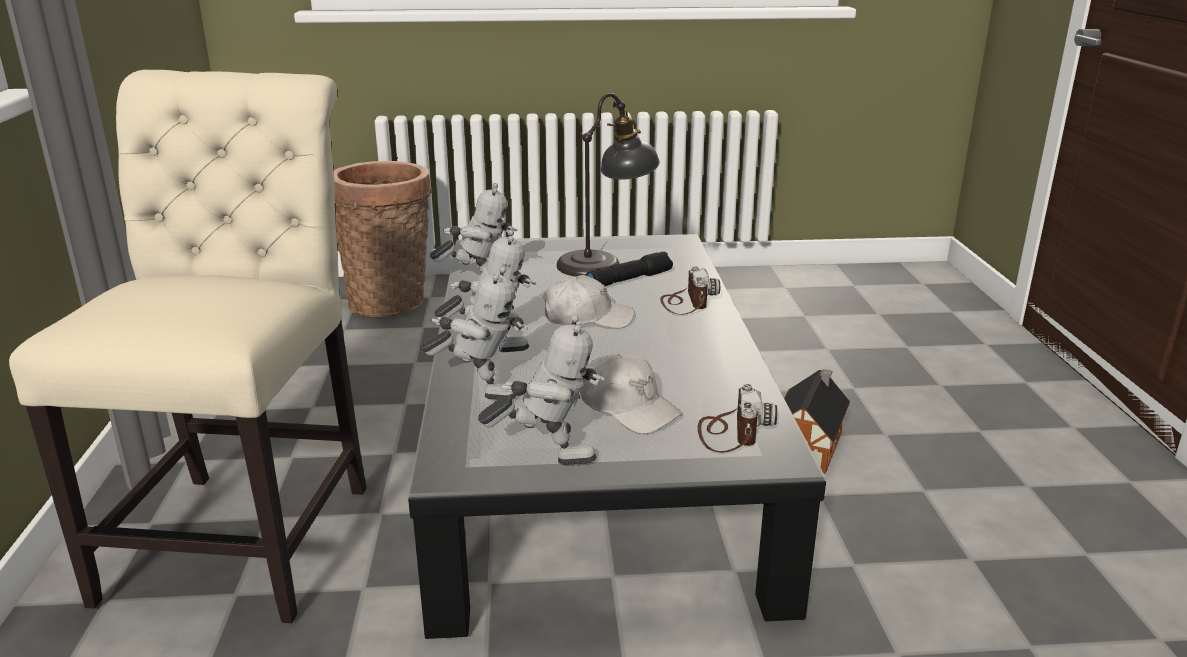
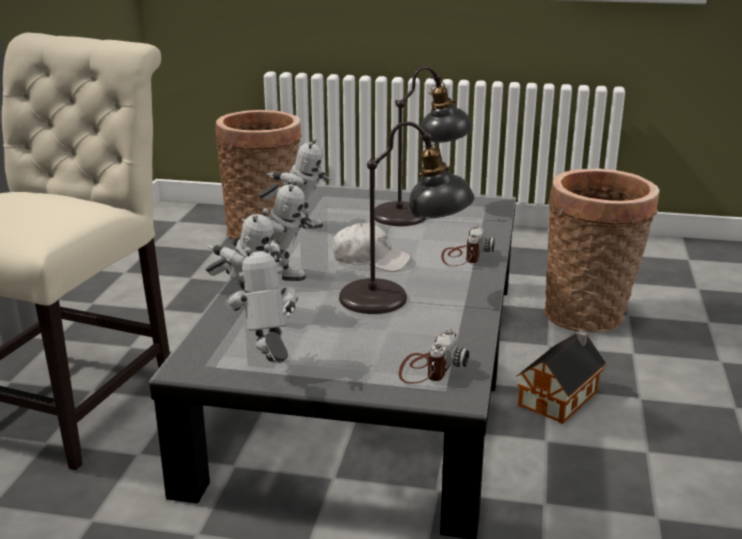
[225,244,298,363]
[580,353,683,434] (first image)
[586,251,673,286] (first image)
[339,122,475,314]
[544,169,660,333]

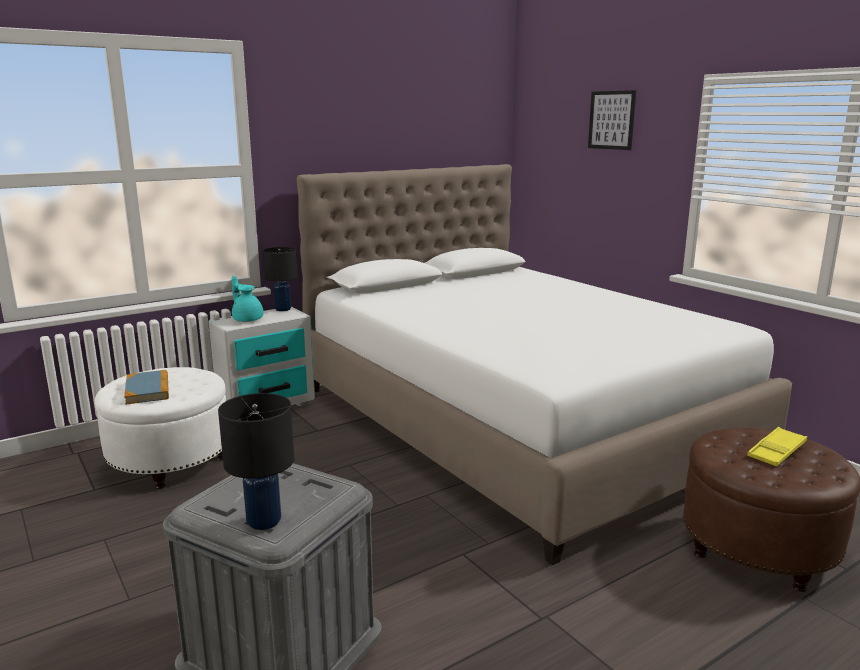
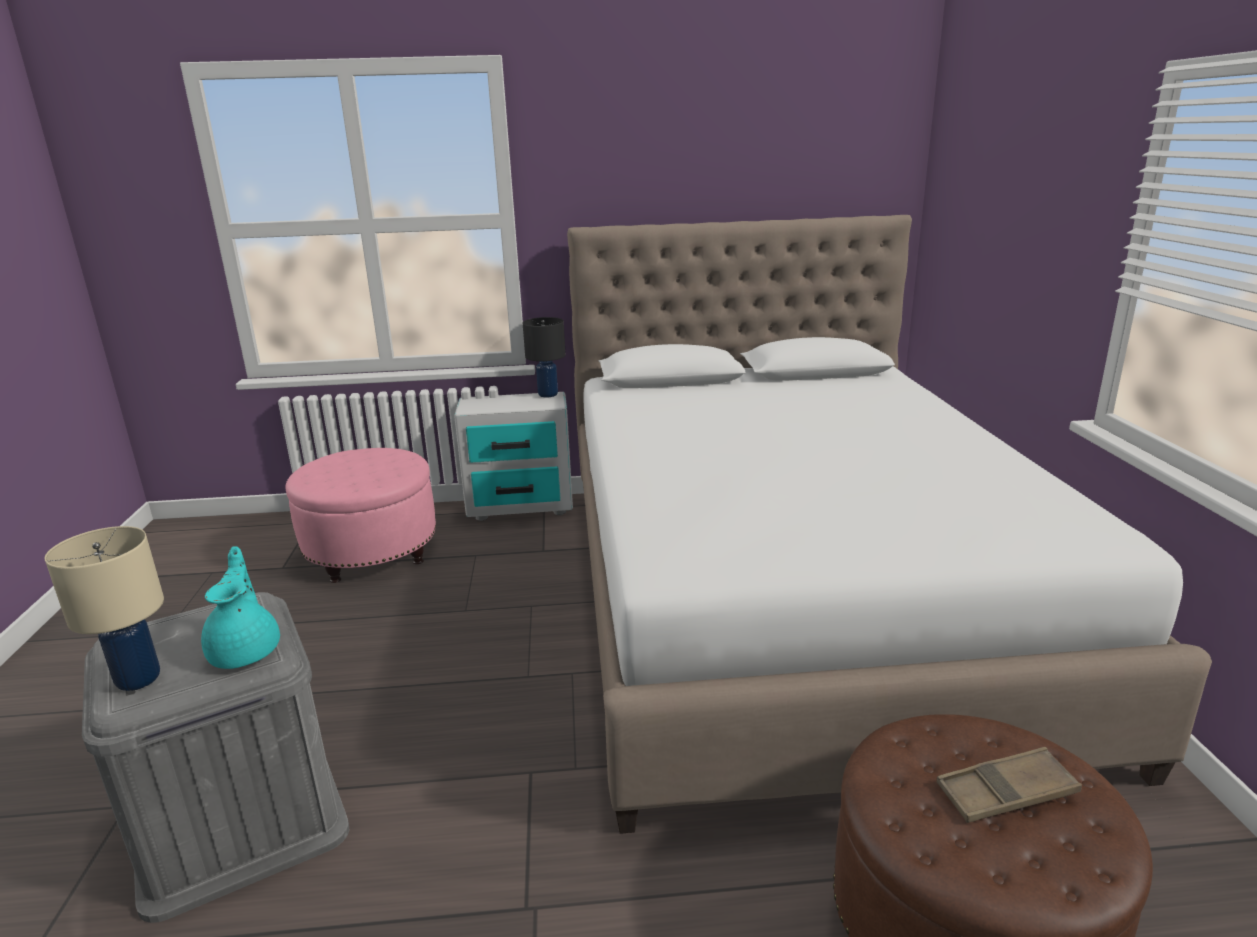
[286,448,436,583]
[124,370,169,405] (first image)
[44,526,164,691]
[201,546,280,669]
[588,90,636,150] (first image)
[936,747,1082,823]

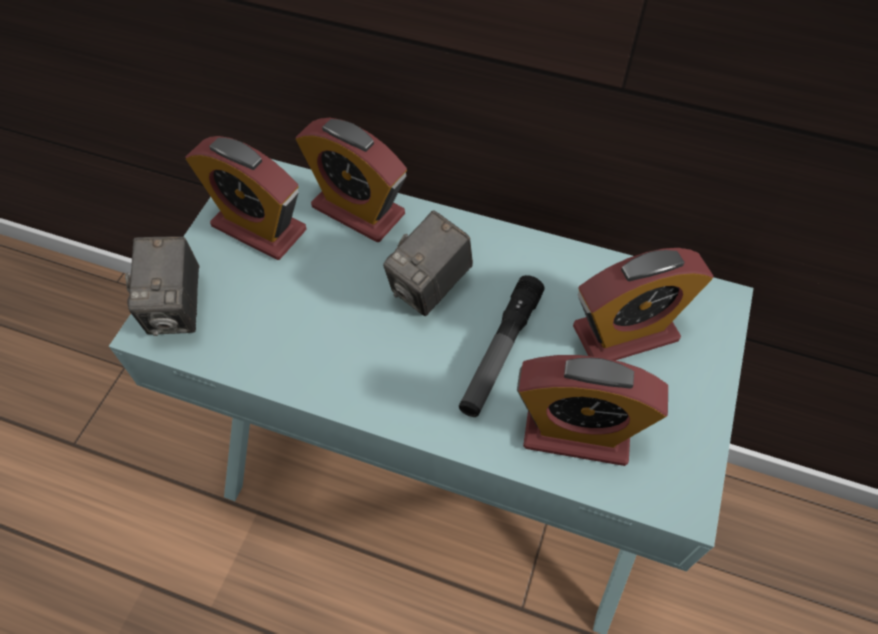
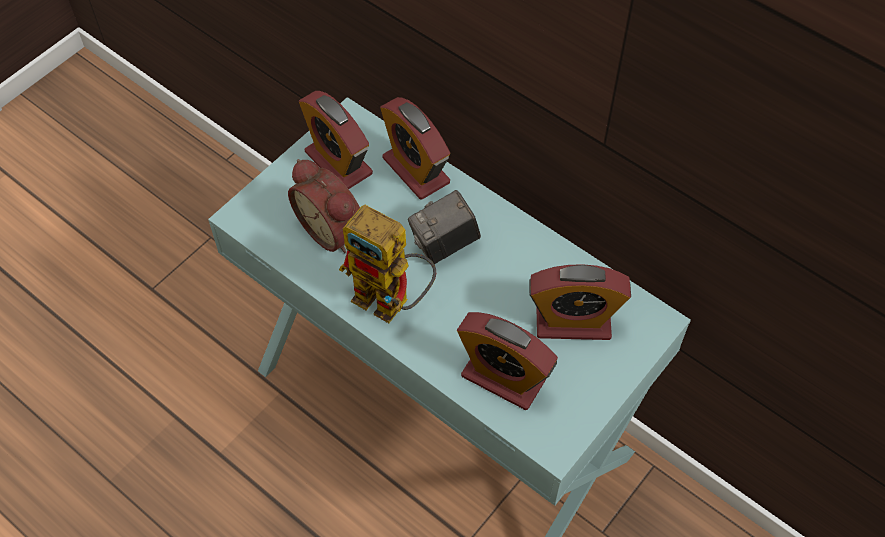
[125,236,199,336] (first image)
[459,275,545,417] (first image)
[288,159,360,253]
[339,205,436,323]

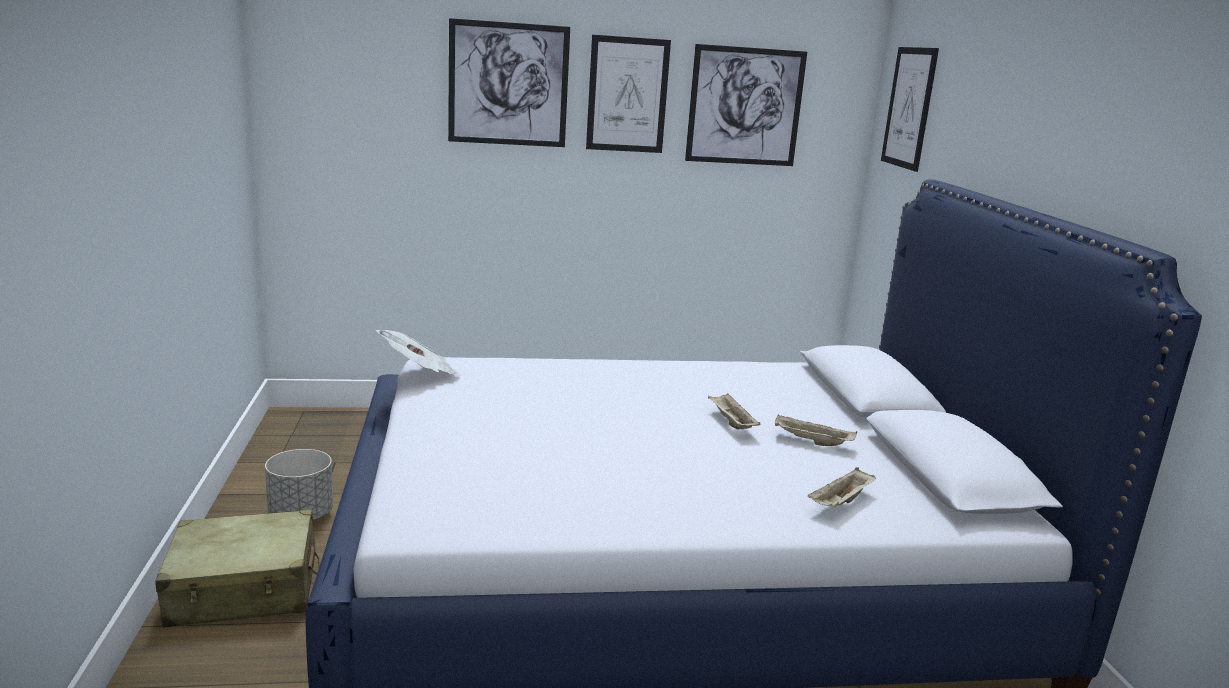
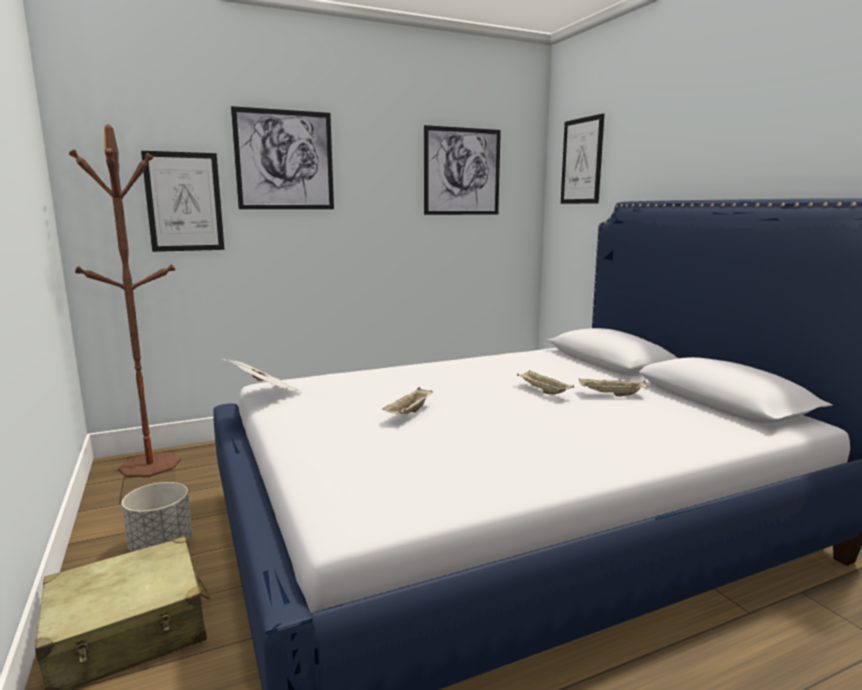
[141,151,224,252]
[382,387,433,414]
[69,124,181,477]

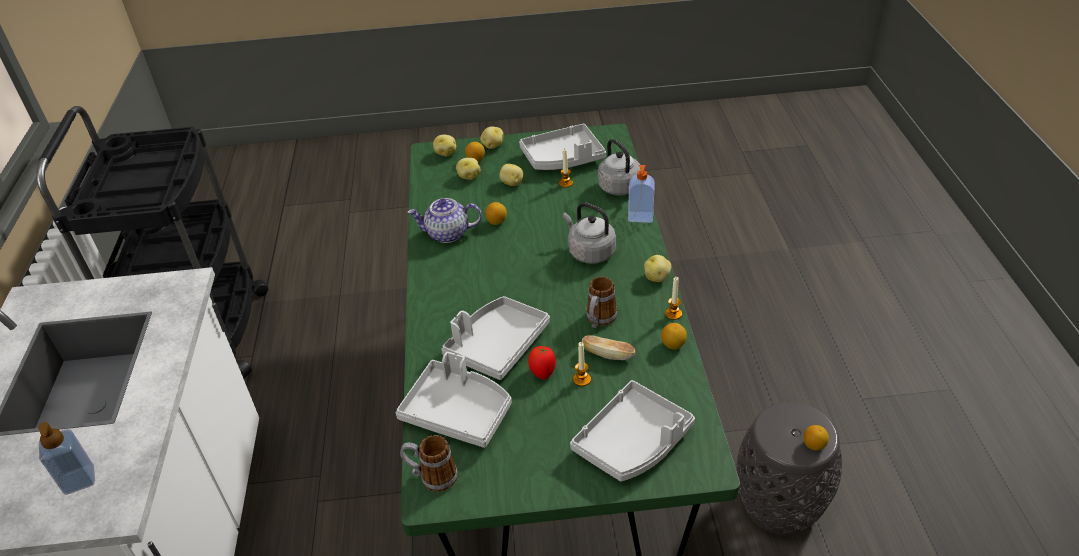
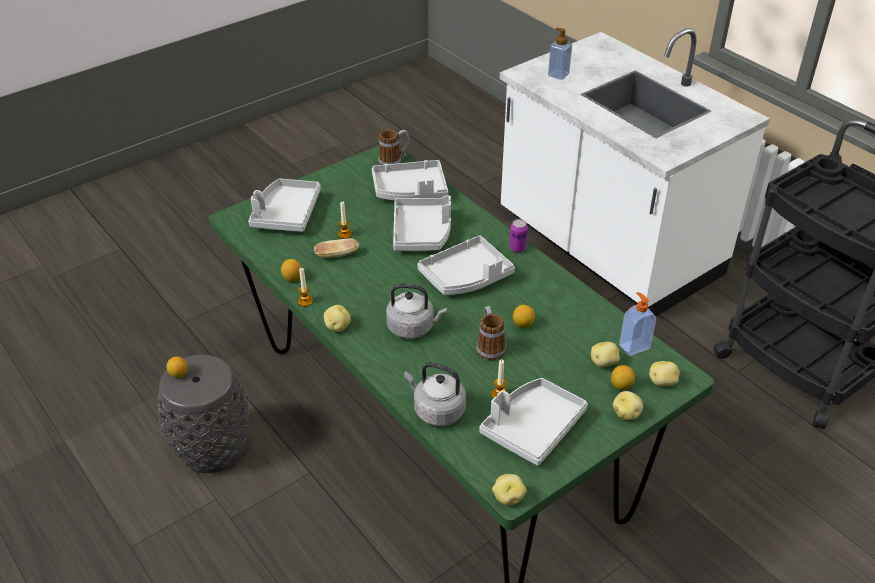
[407,198,482,243] (first image)
[492,474,526,505]
[528,345,556,380] (first image)
[476,306,506,360]
[619,292,656,356]
[417,235,515,295]
[509,219,528,252]

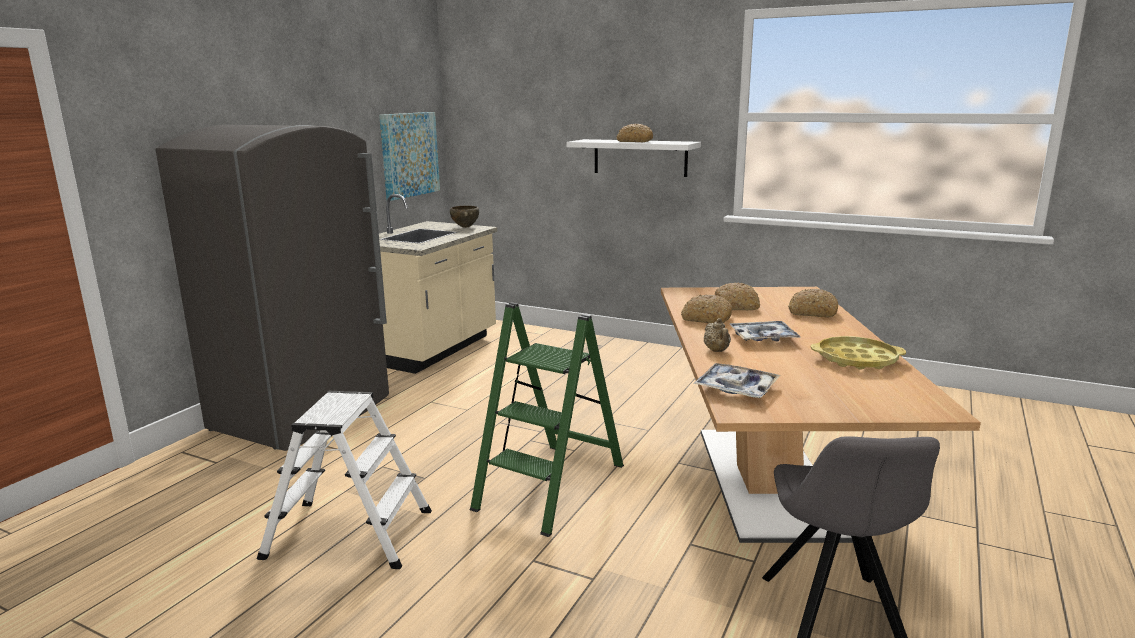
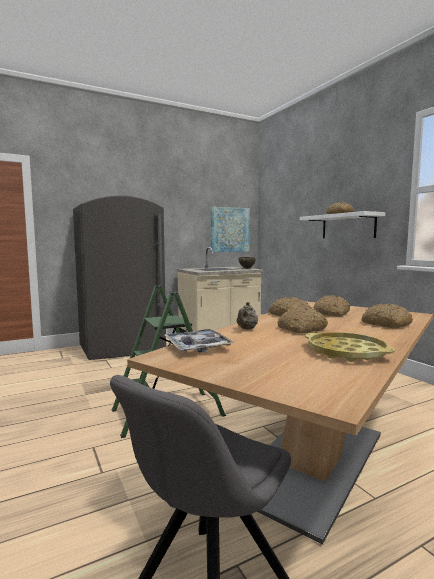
[257,391,432,569] (first image)
[277,307,328,334]

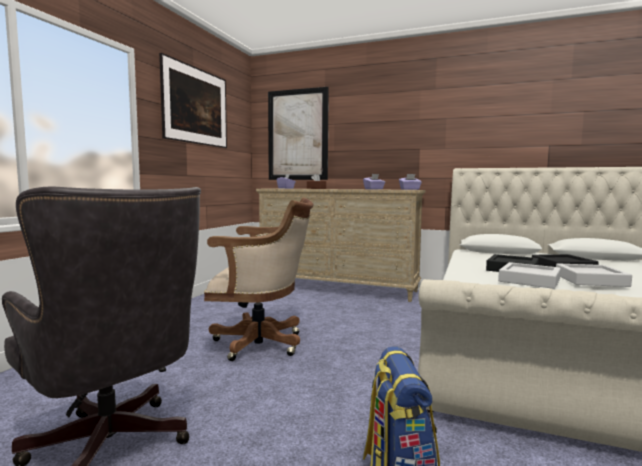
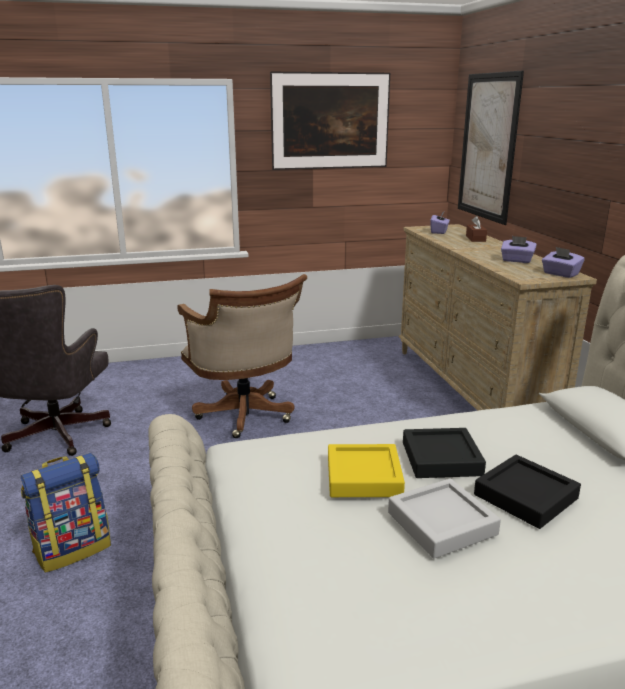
[328,444,405,497]

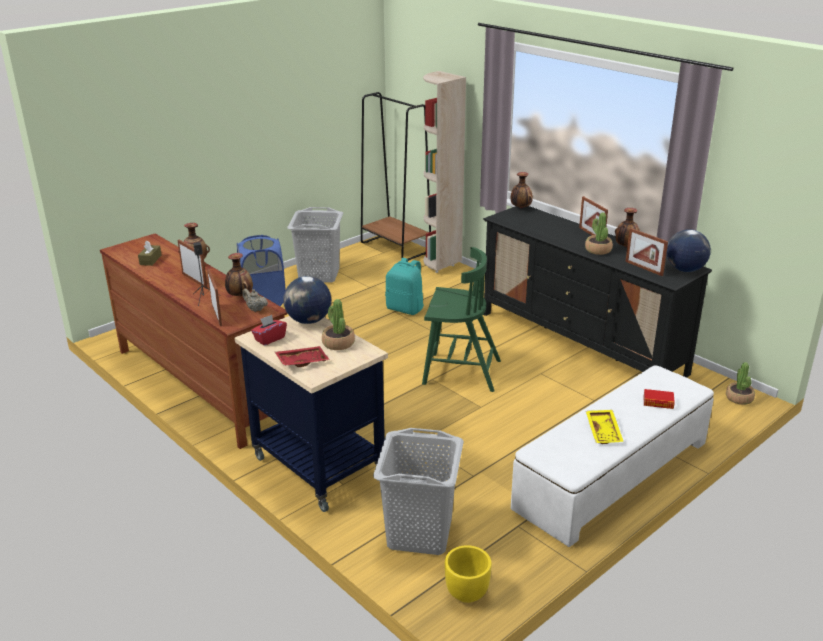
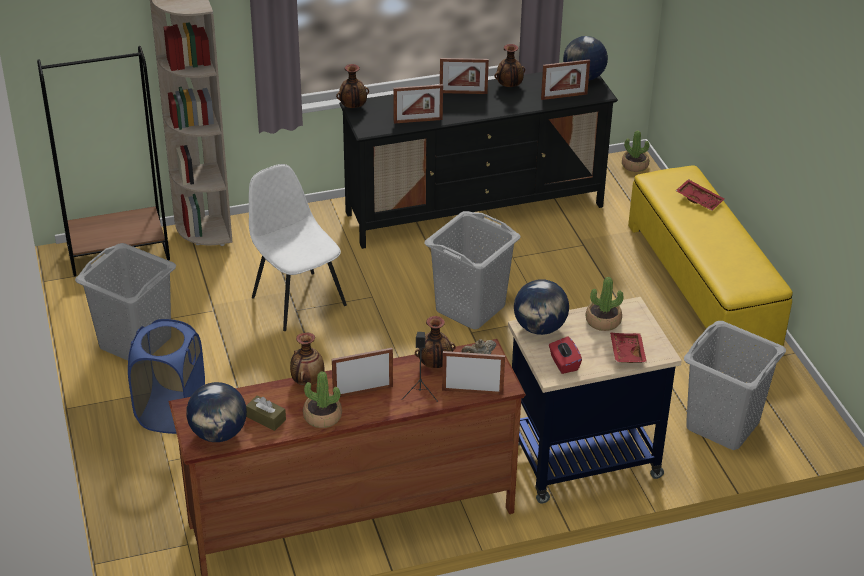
[249,164,347,331]
[424,211,521,329]
[445,545,492,603] (first image)
[628,166,793,350]
[303,371,342,428]
[586,410,624,444] (first image)
[676,179,724,211]
[186,382,247,442]
[393,84,443,124]

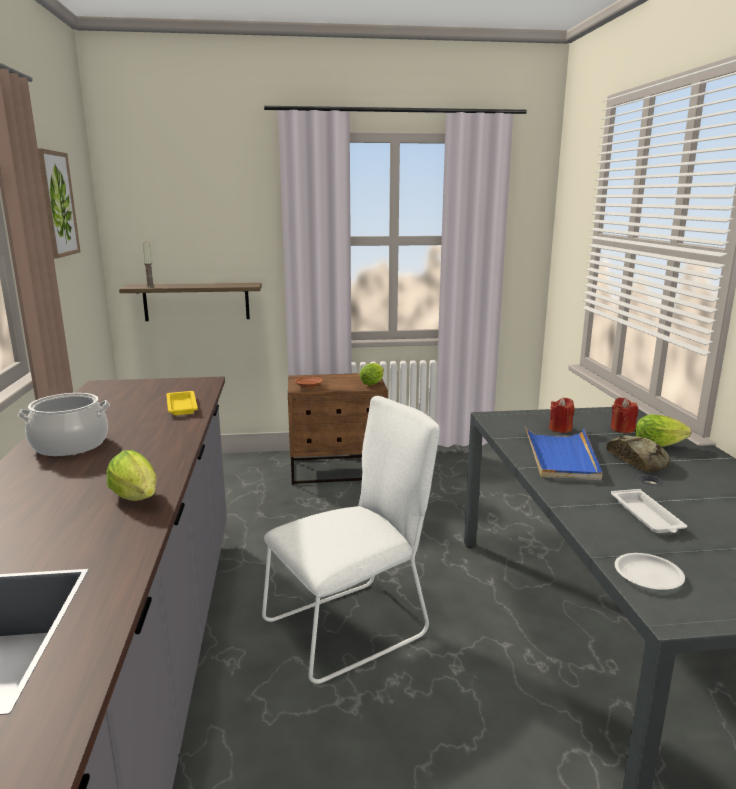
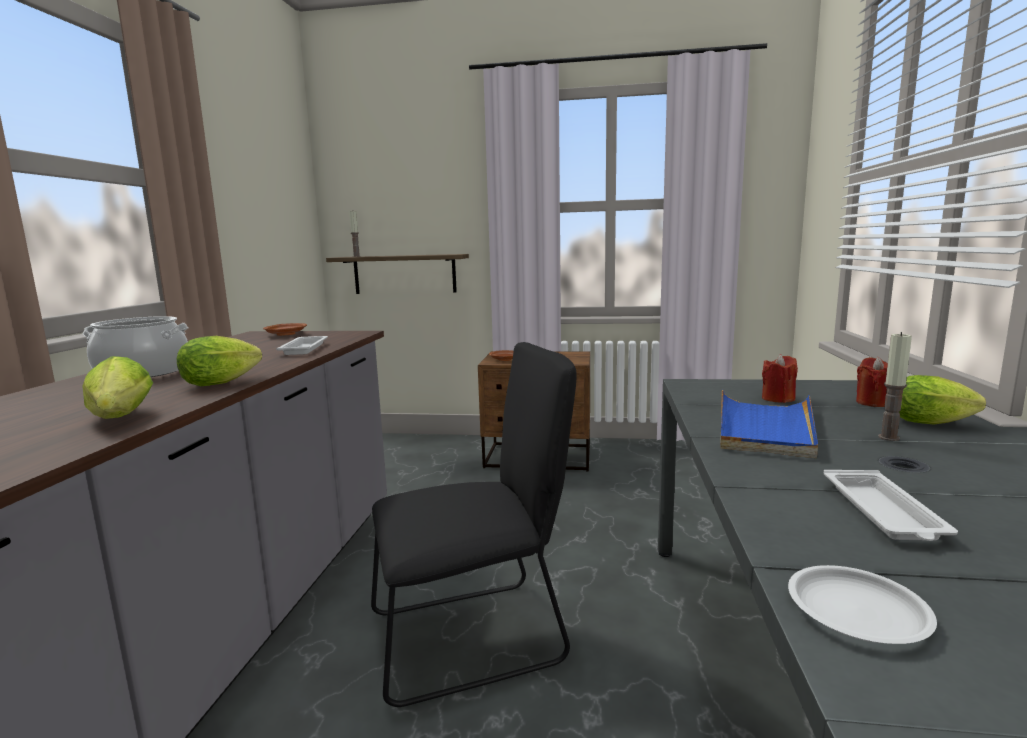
[38,148,80,258] (first image)
[276,336,328,355]
[371,342,577,707]
[177,336,262,386]
[878,332,912,441]
[263,323,307,336]

